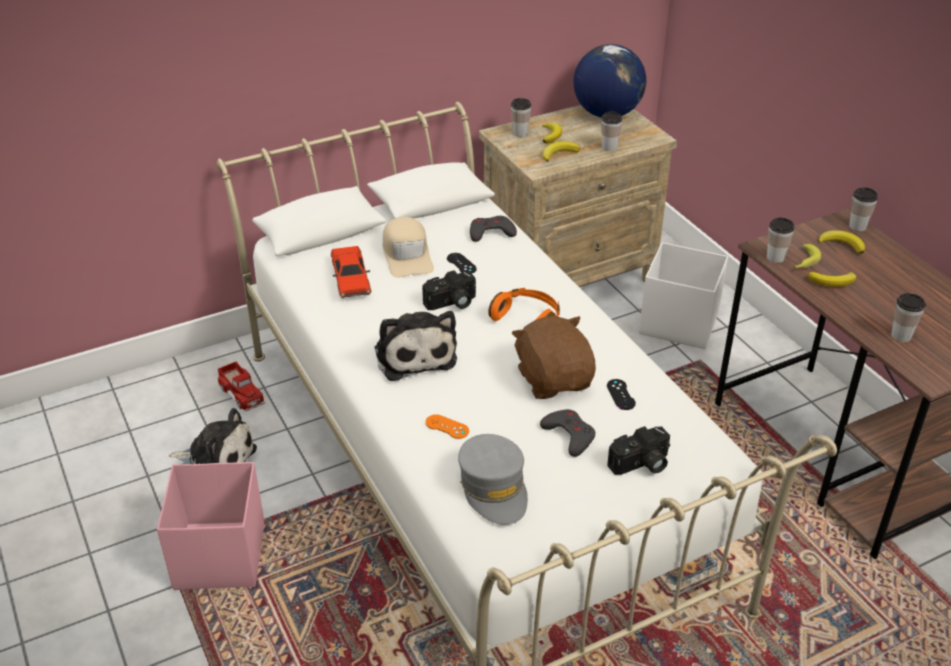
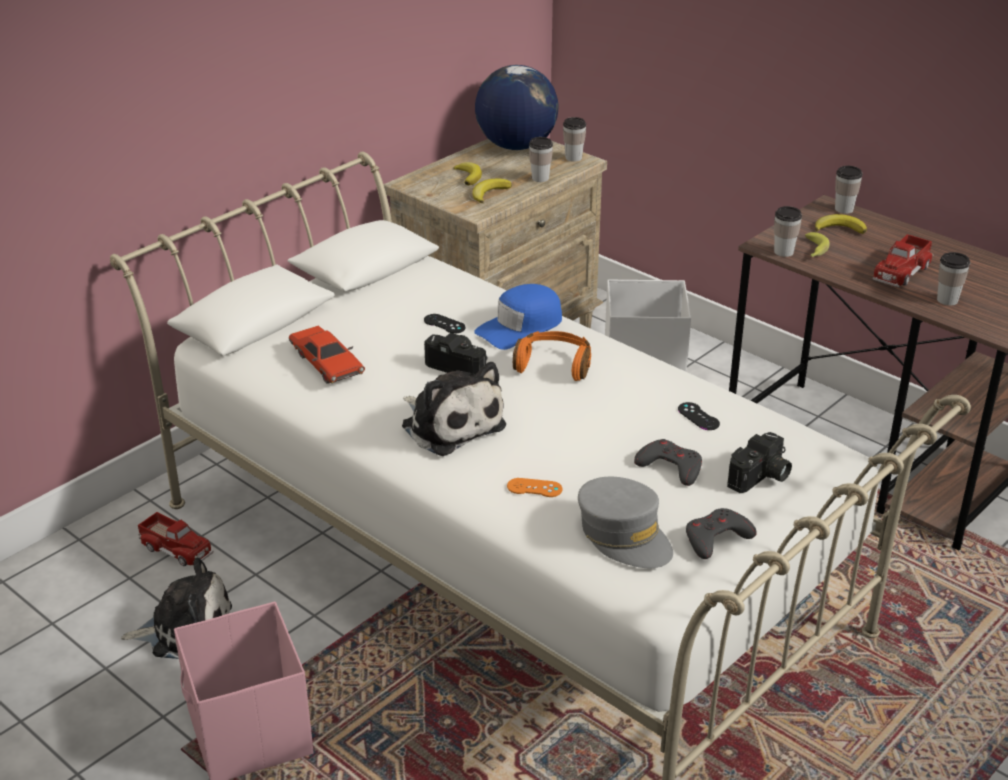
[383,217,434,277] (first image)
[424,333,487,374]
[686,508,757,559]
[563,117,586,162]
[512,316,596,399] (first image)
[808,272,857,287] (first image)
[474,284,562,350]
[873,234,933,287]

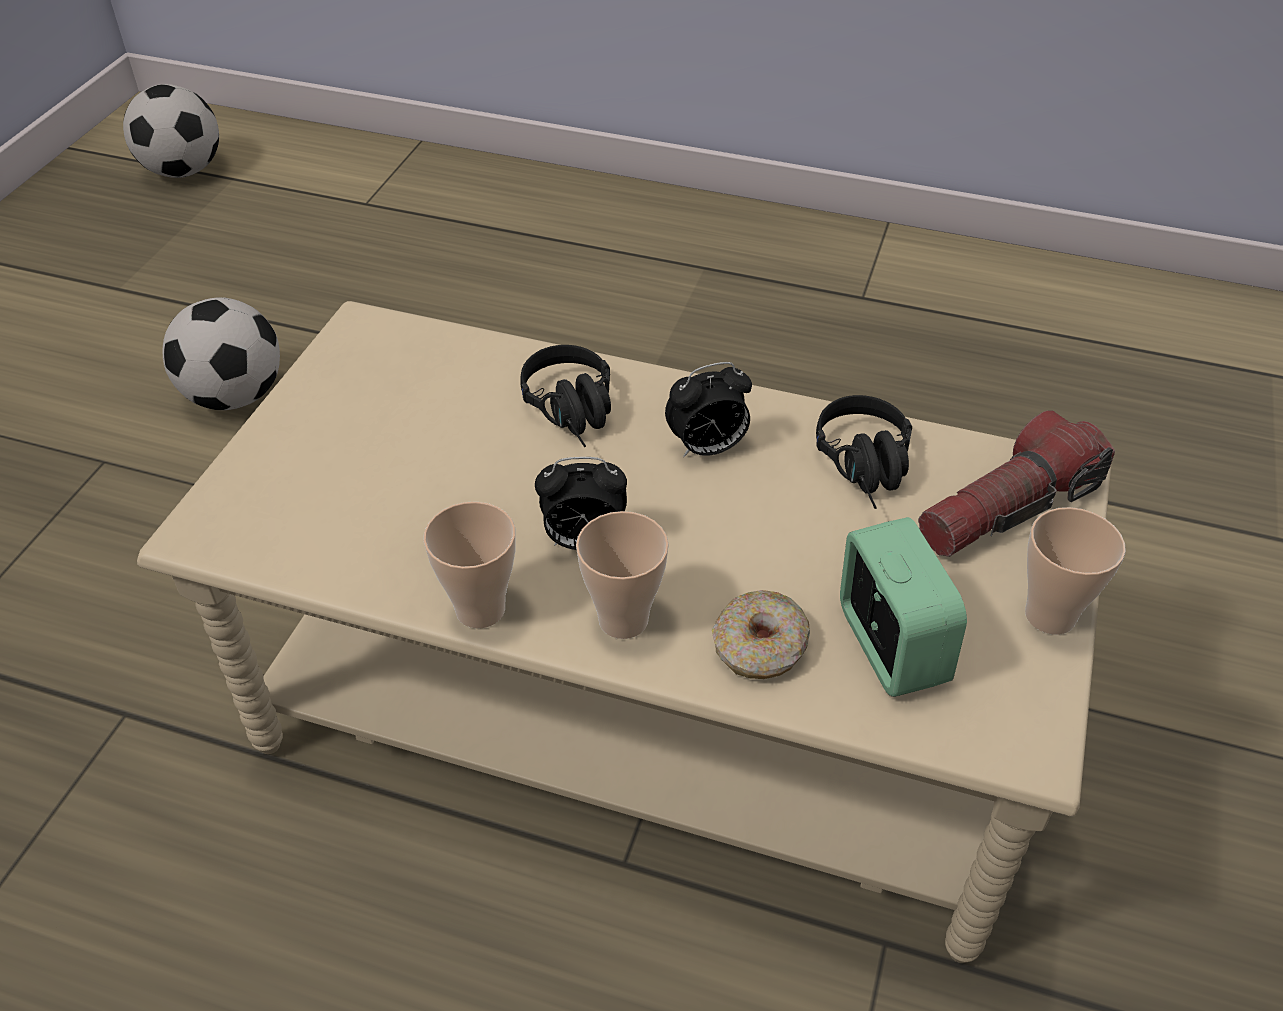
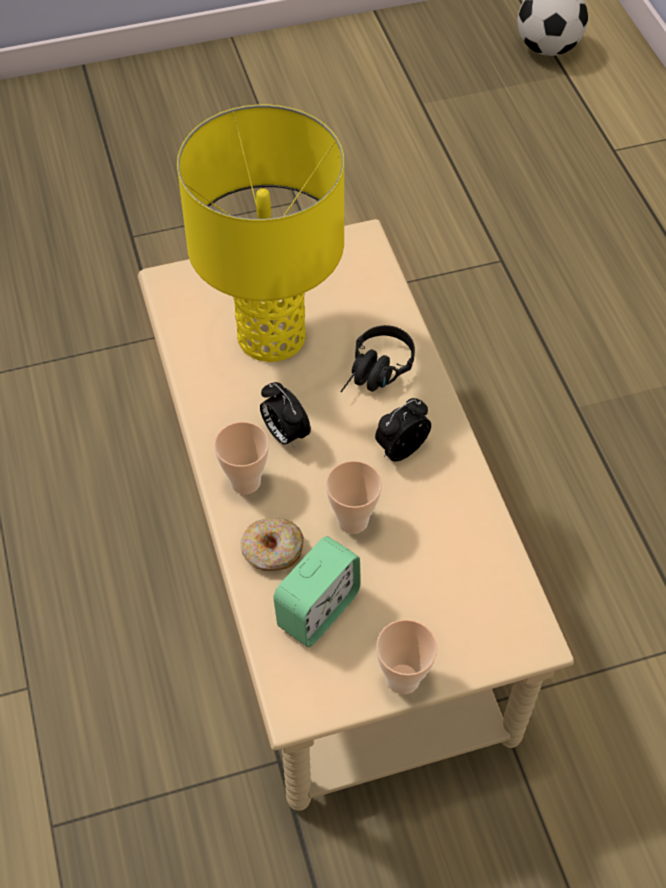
[163,297,280,410] (first image)
[326,461,382,534]
[375,398,431,462]
[816,395,912,509] (first image)
[918,410,1115,557] (first image)
[177,105,344,362]

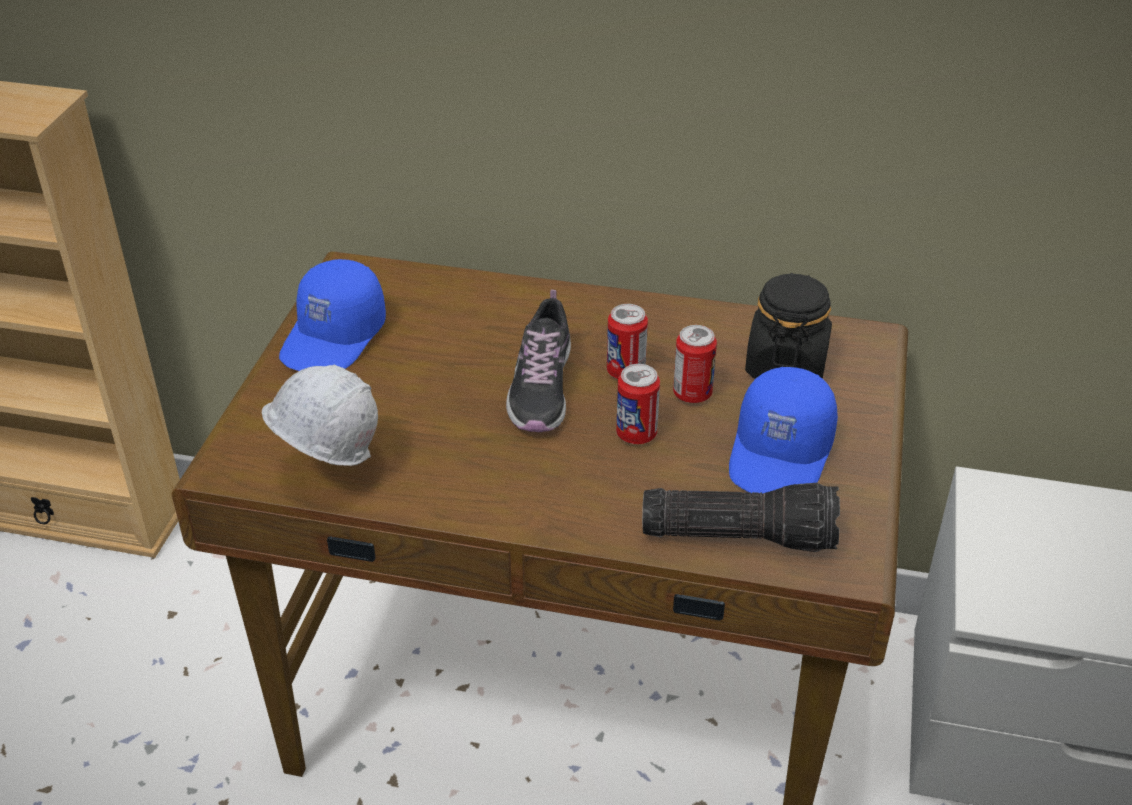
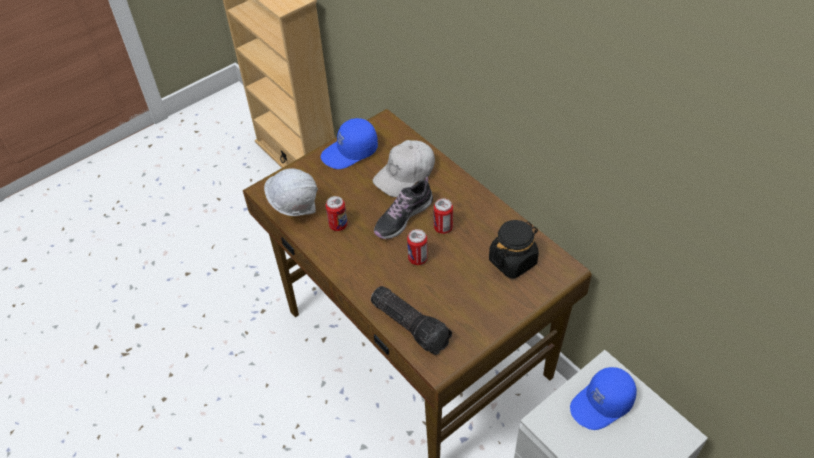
[326,196,348,231]
[570,367,637,430]
[373,140,435,197]

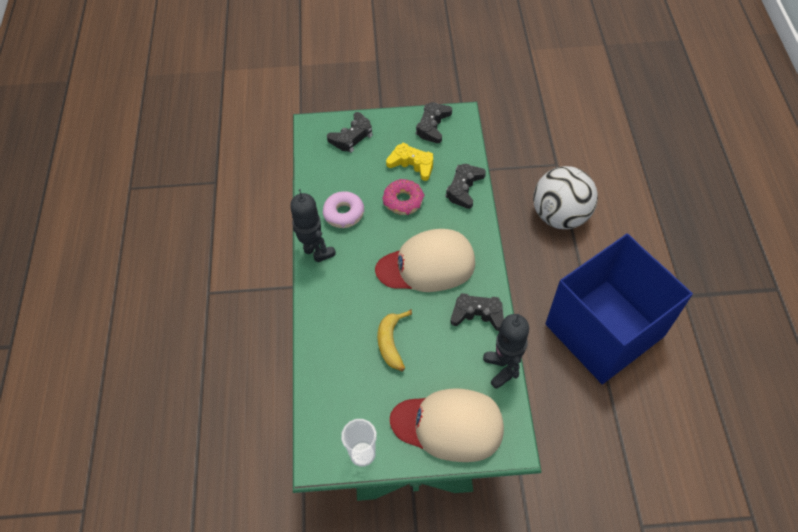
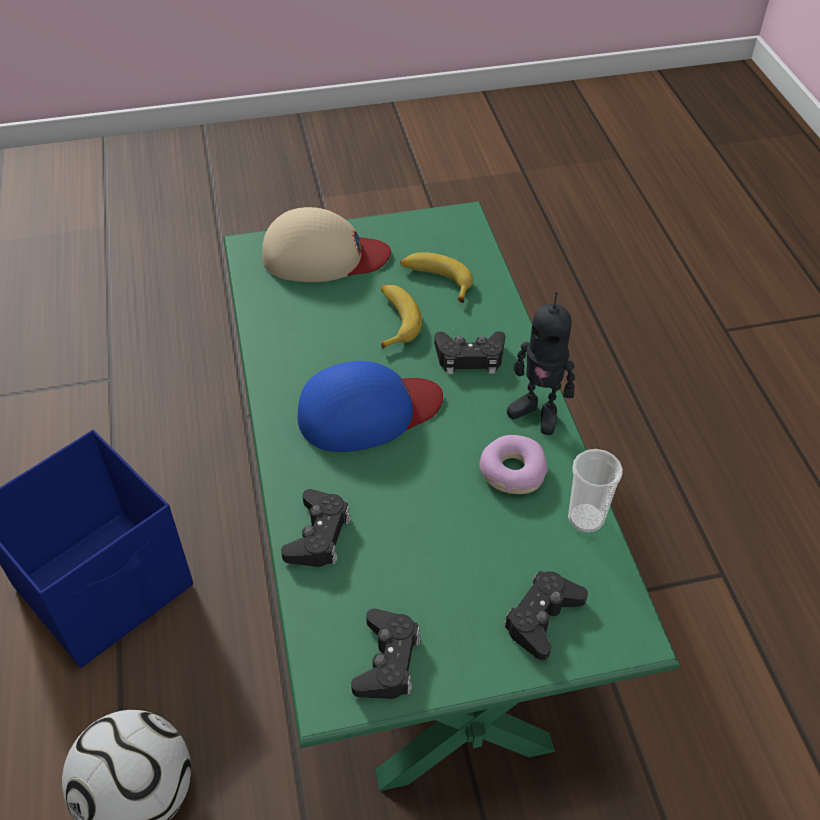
[568,449,623,533]
[298,361,443,452]
[383,179,424,215] (first image)
[386,143,433,181] (first image)
[434,331,505,374]
[483,314,529,388] (first image)
[400,252,473,303]

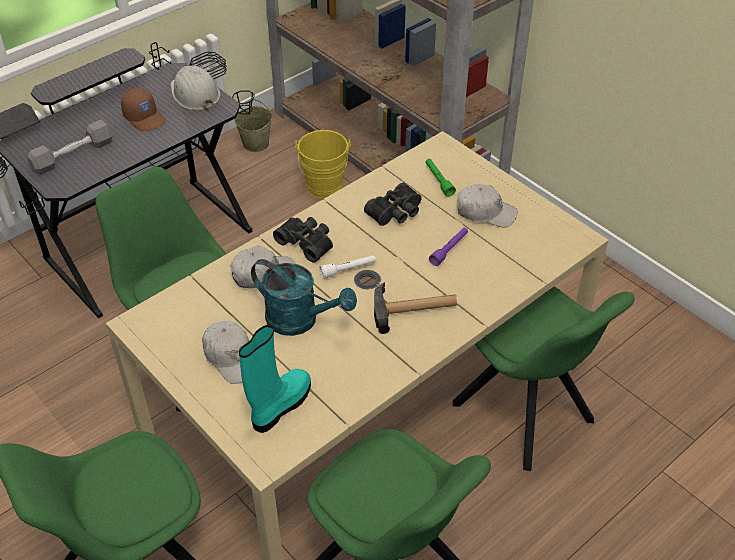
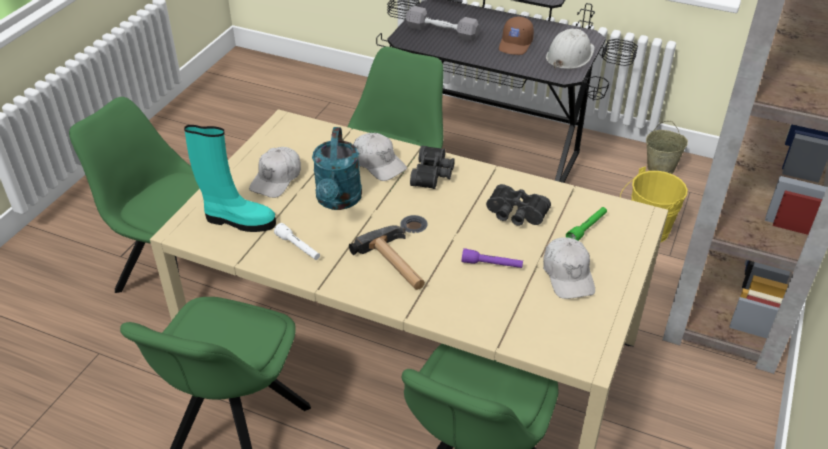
[274,223,320,260]

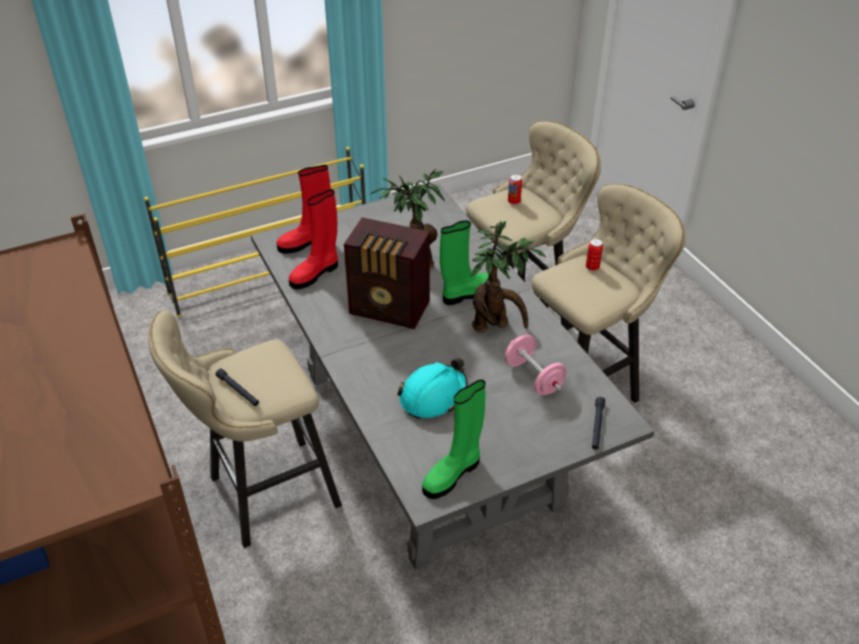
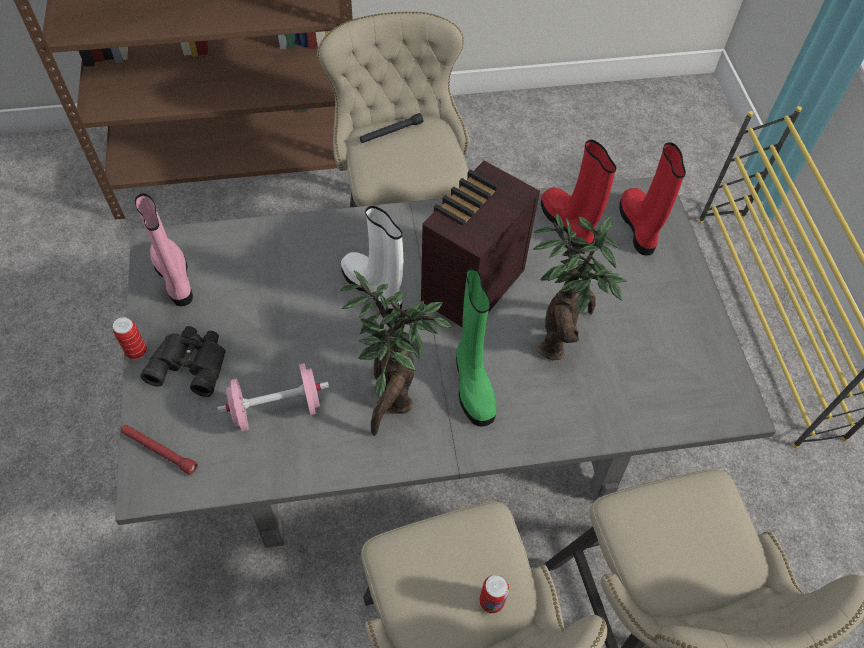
[397,358,468,419] (first image)
[135,193,193,306]
[113,317,147,359]
[121,425,198,475]
[140,326,226,397]
[341,206,403,314]

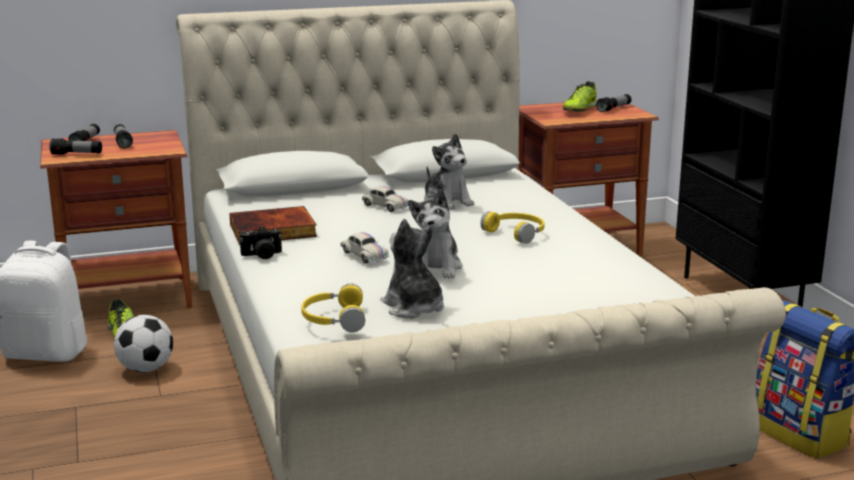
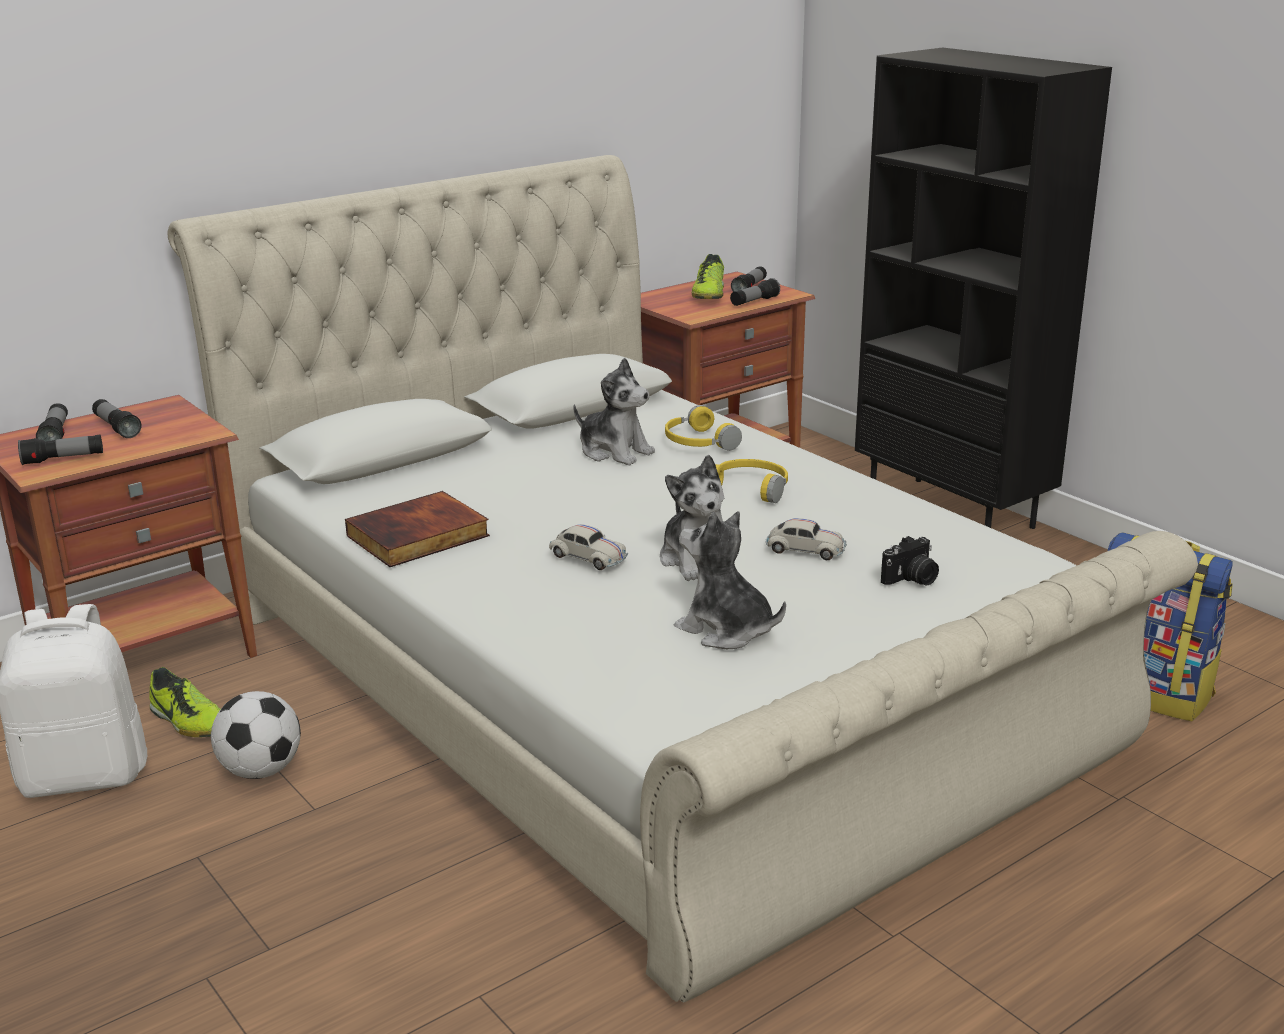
[881,536,939,586]
[665,405,742,451]
[766,518,847,560]
[730,278,780,306]

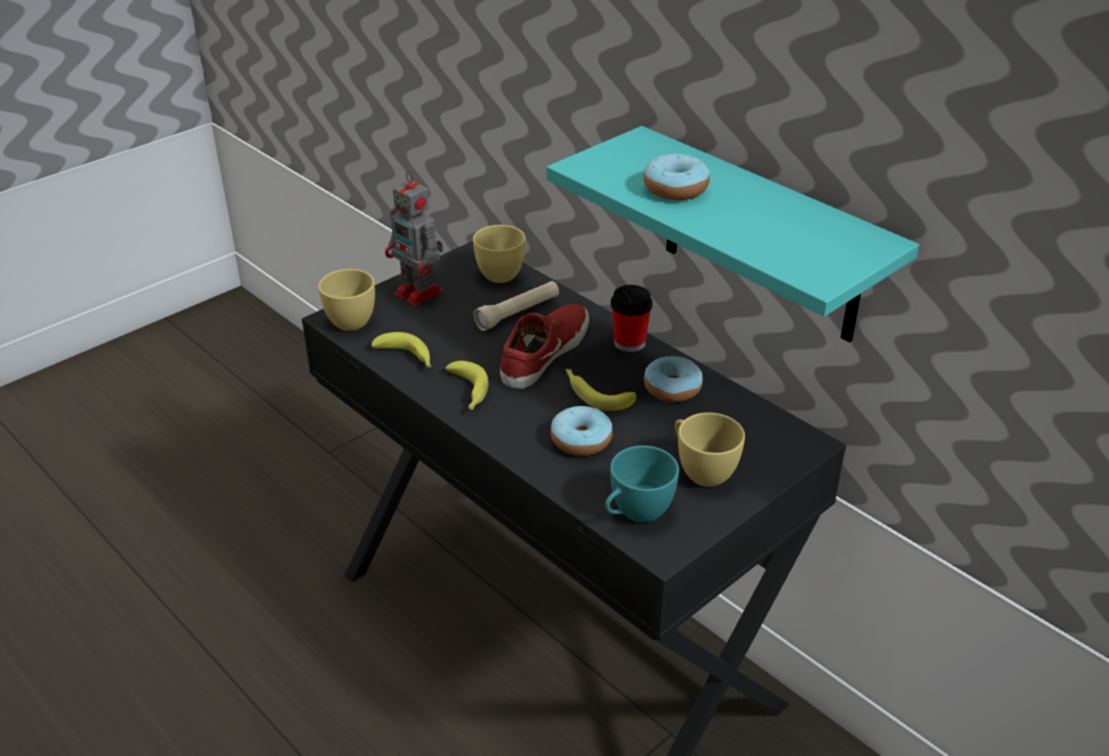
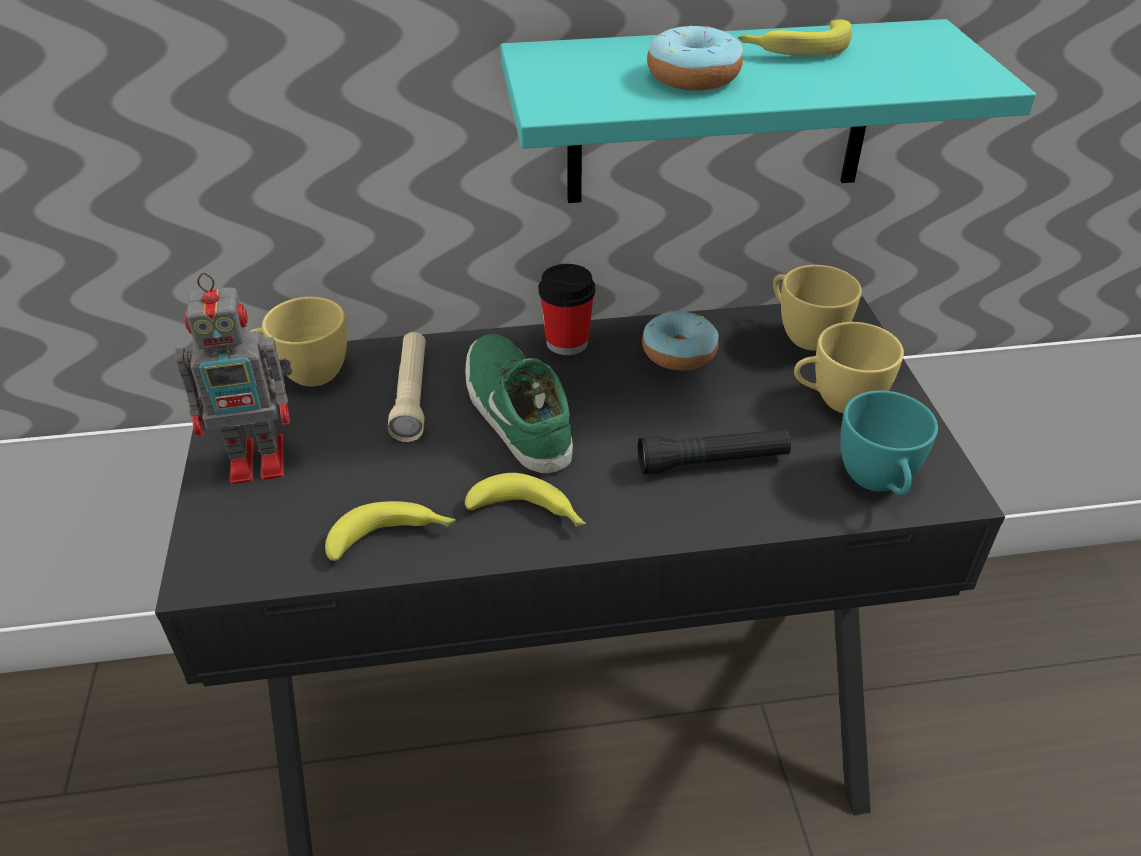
[773,265,862,351]
[465,334,573,473]
[638,429,791,474]
[738,20,852,56]

